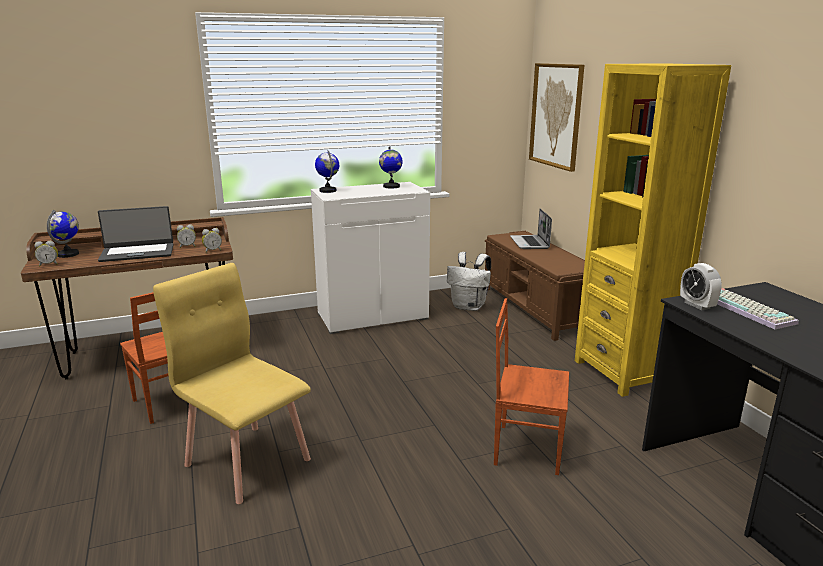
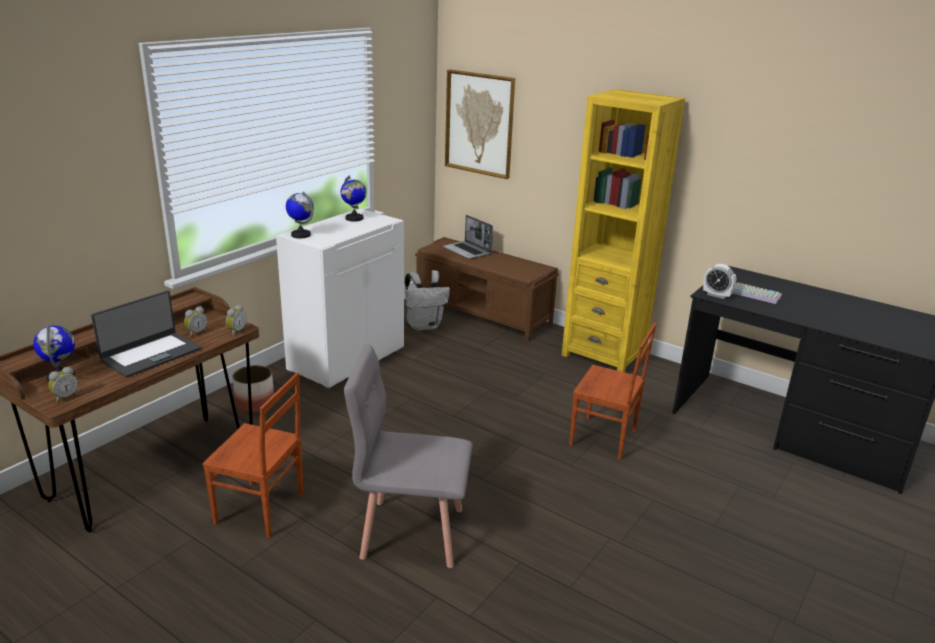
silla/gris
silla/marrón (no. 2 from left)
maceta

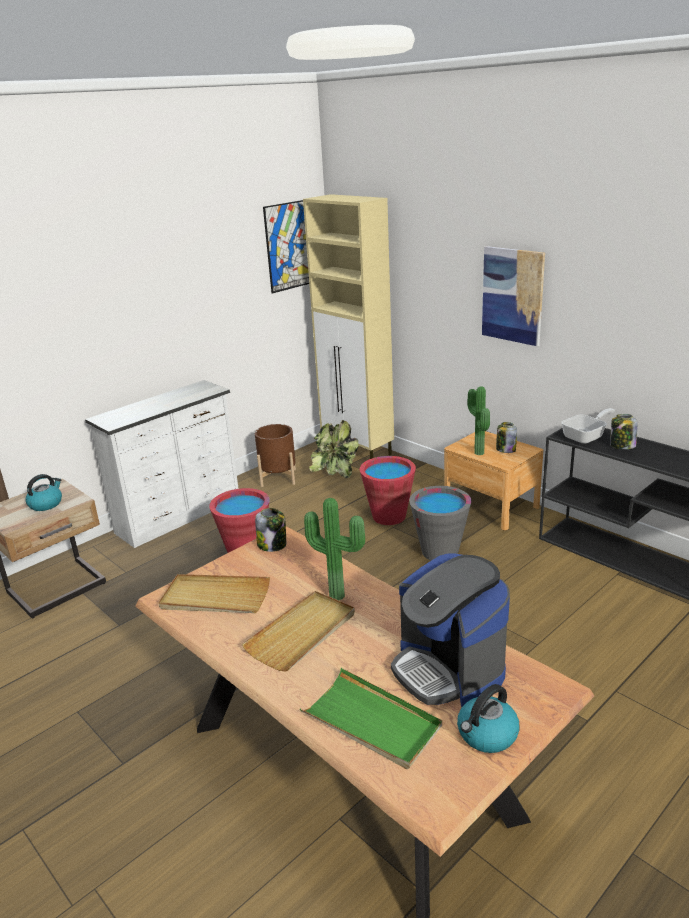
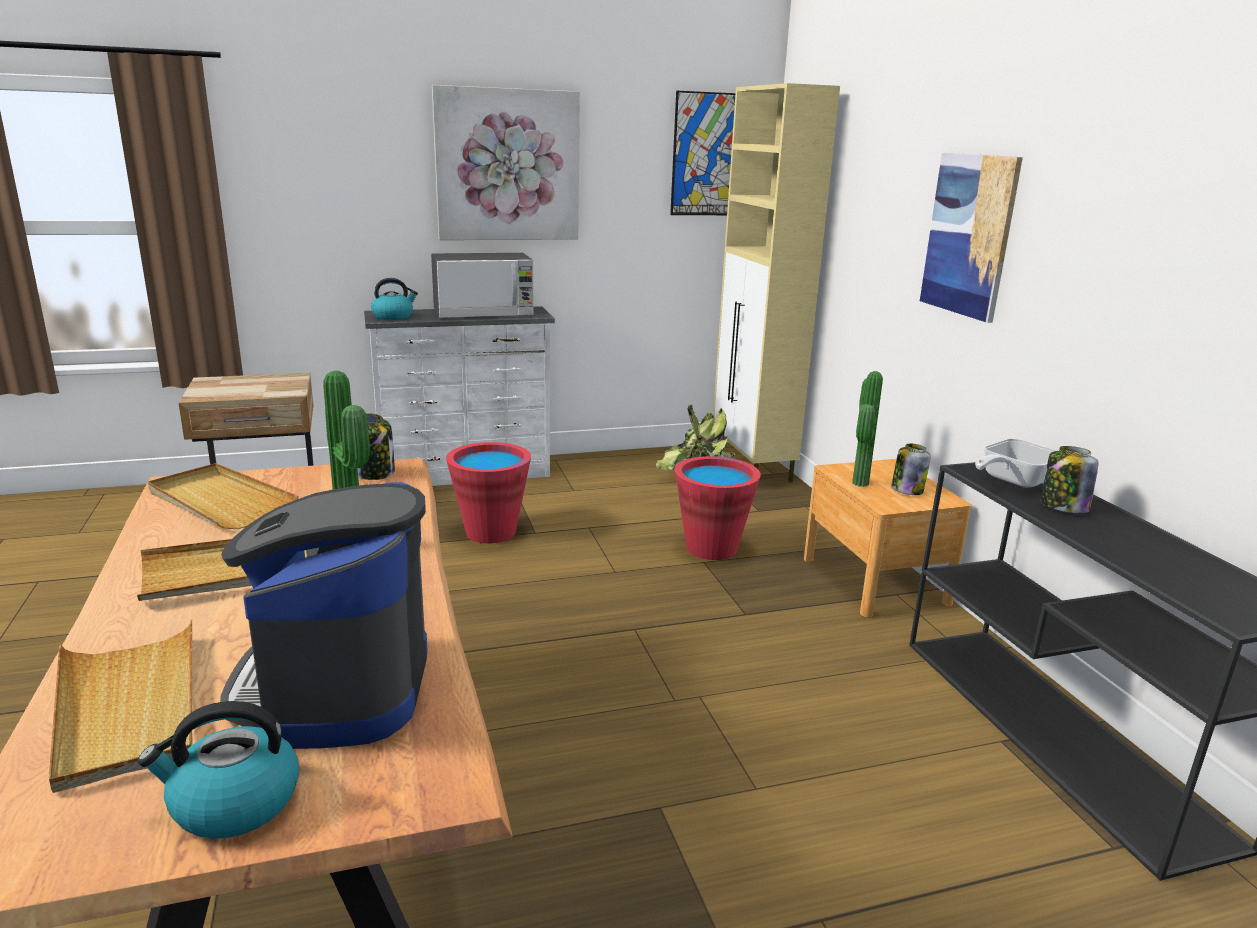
sartén
maceta/marrón
hervidor (no. 2 from left)
cubo/gris
bandeja/beis (no. 1 from left)
cuadro (no. 1 from left)
microondas

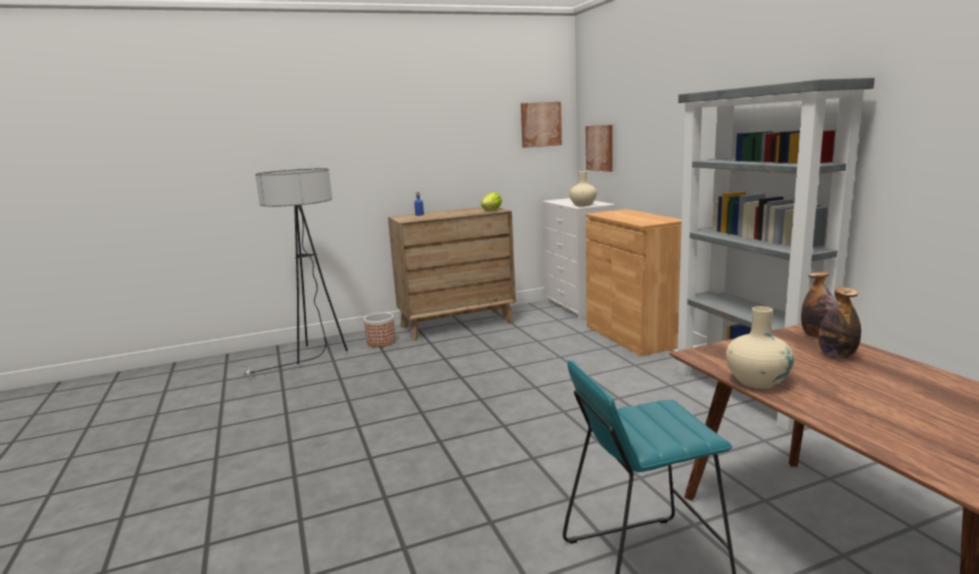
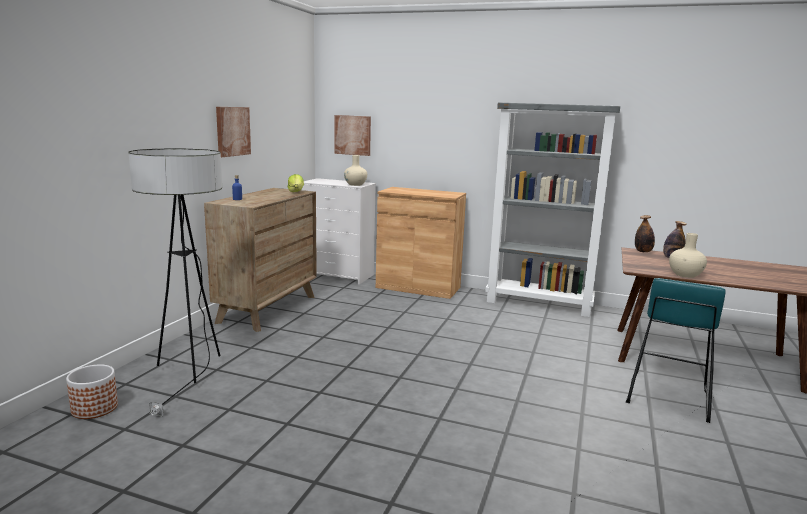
cuadro (no. 1 from left)
maceta

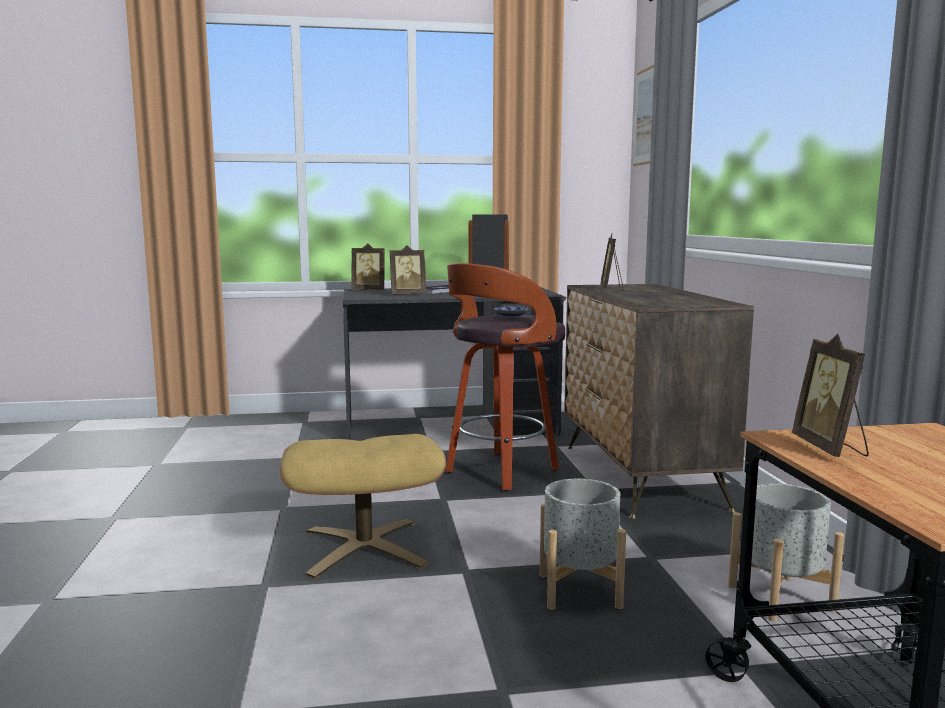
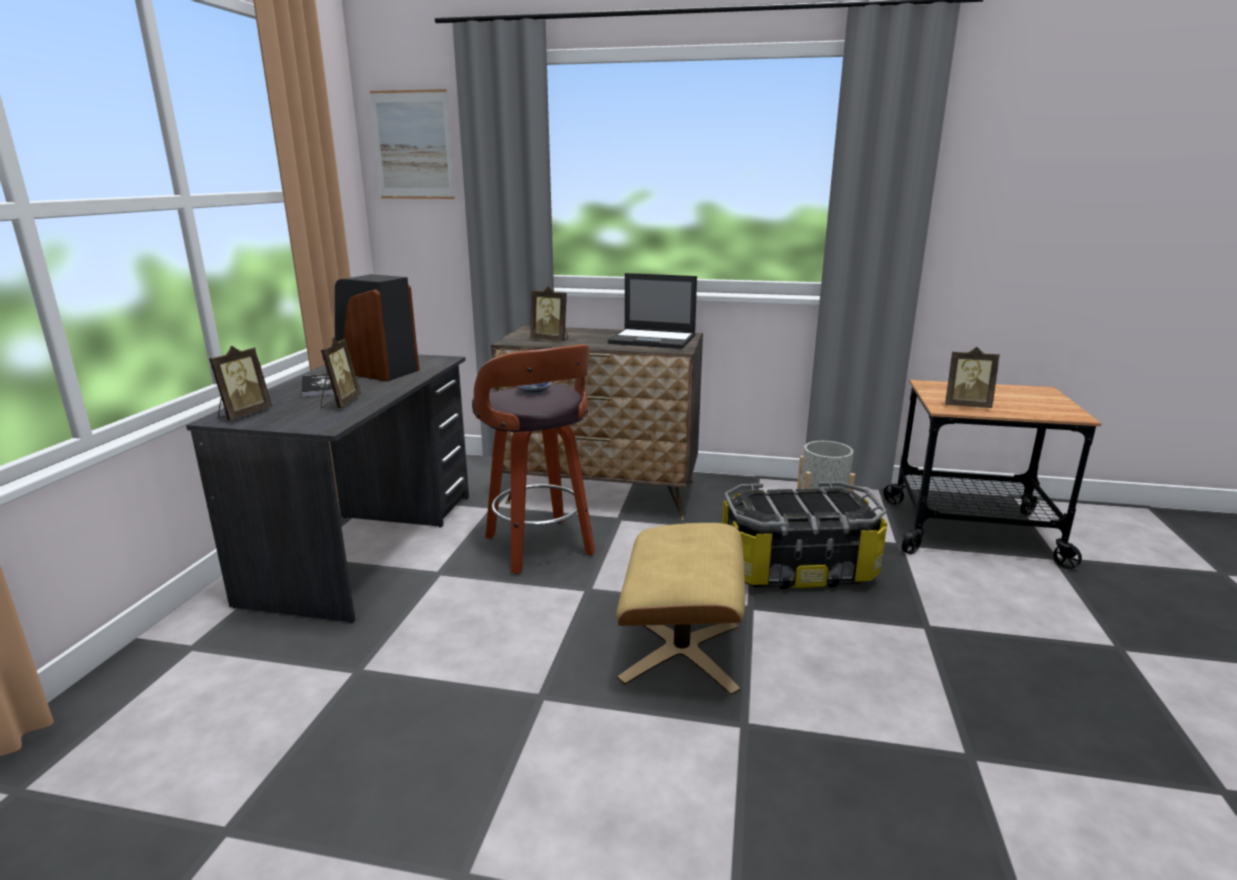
caja de almacenaje
portátil

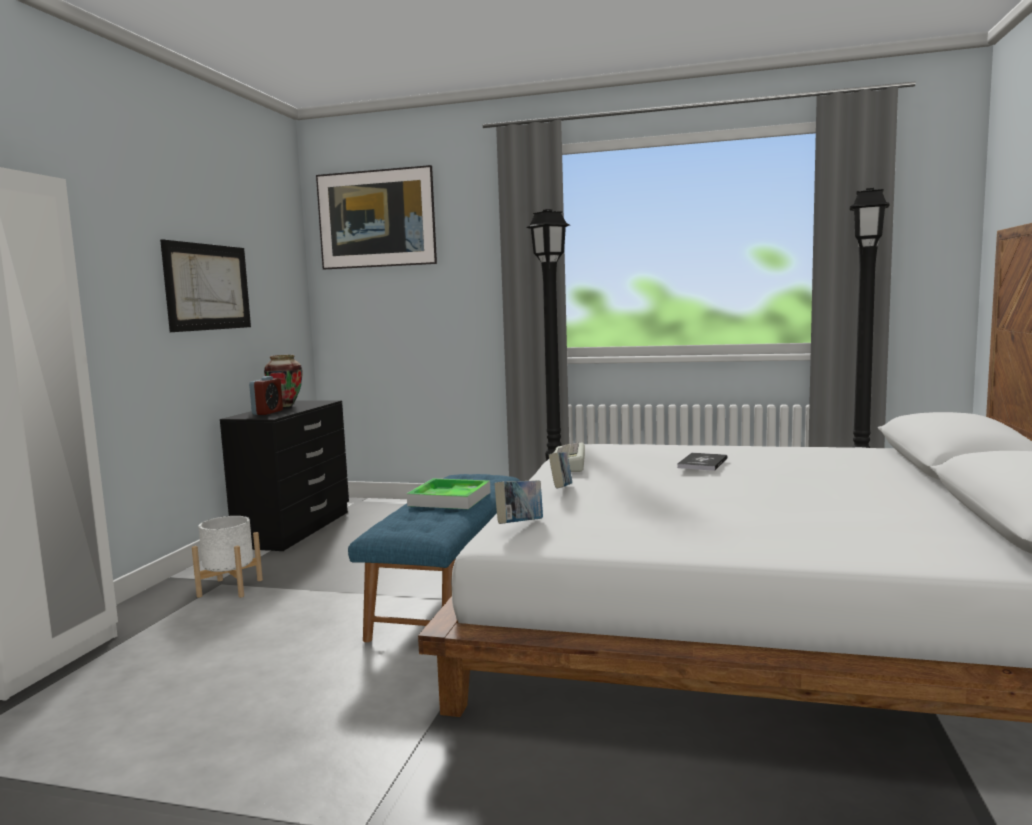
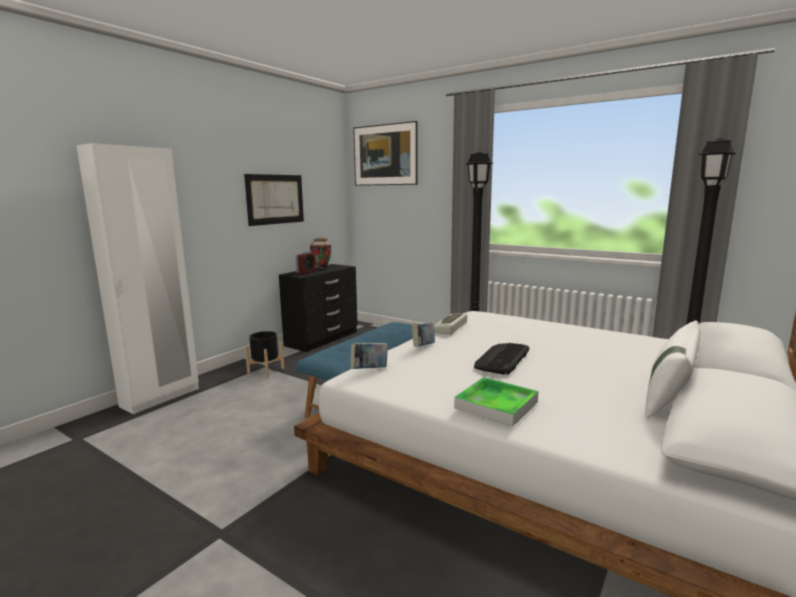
libro (no. 3 from left in the first image)
bandeja
maceta/negro
cojín/blanco
teclado (no. 2 from left)

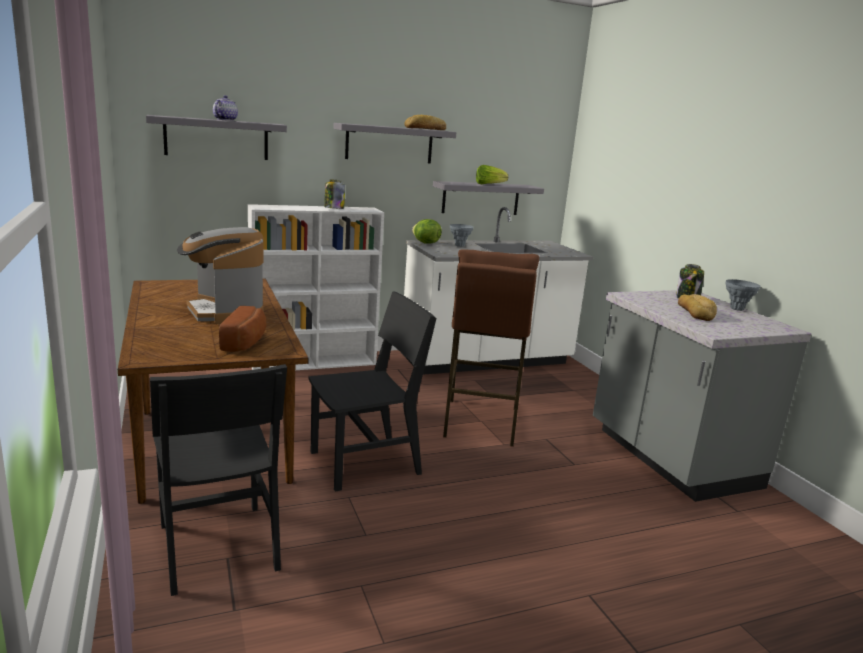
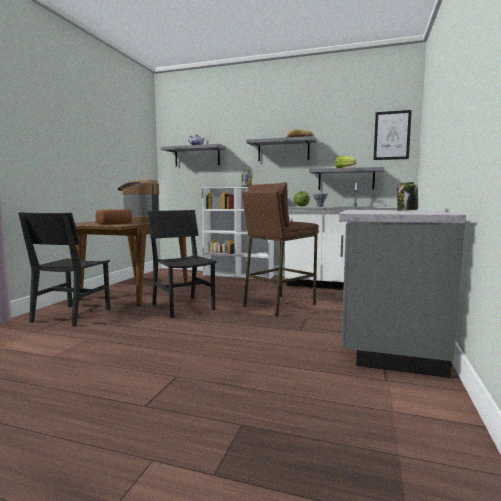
florero/gris (no. 2 from left in the first image)
silla/negro (no. 2 from left)
pan (no. 3 from left in the first image)
cuadro

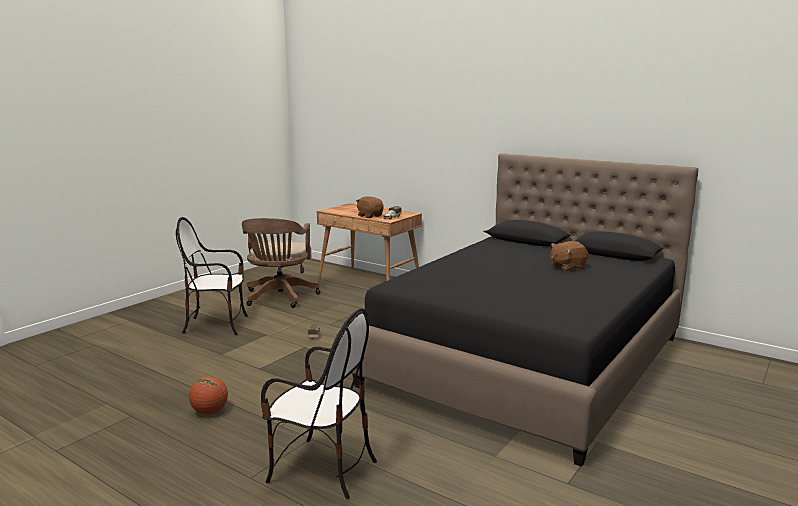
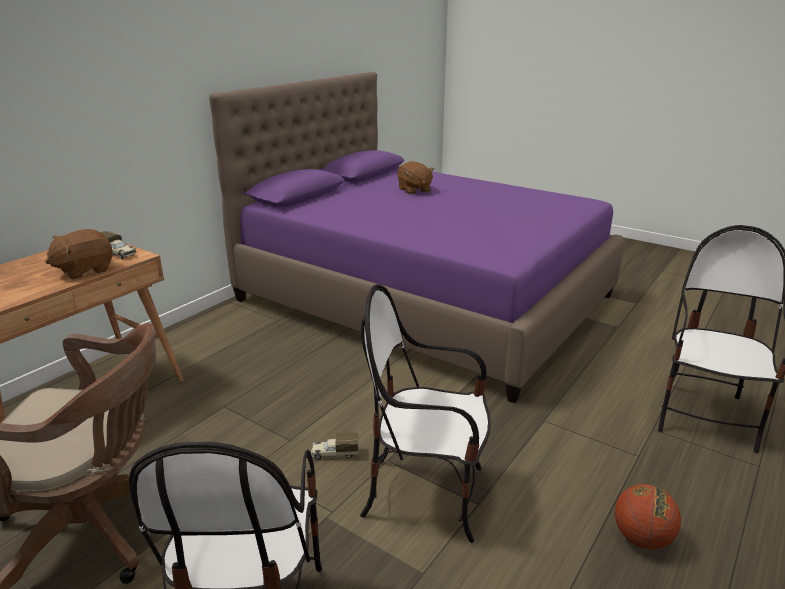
cama/morado
silla (no. 2 from left)

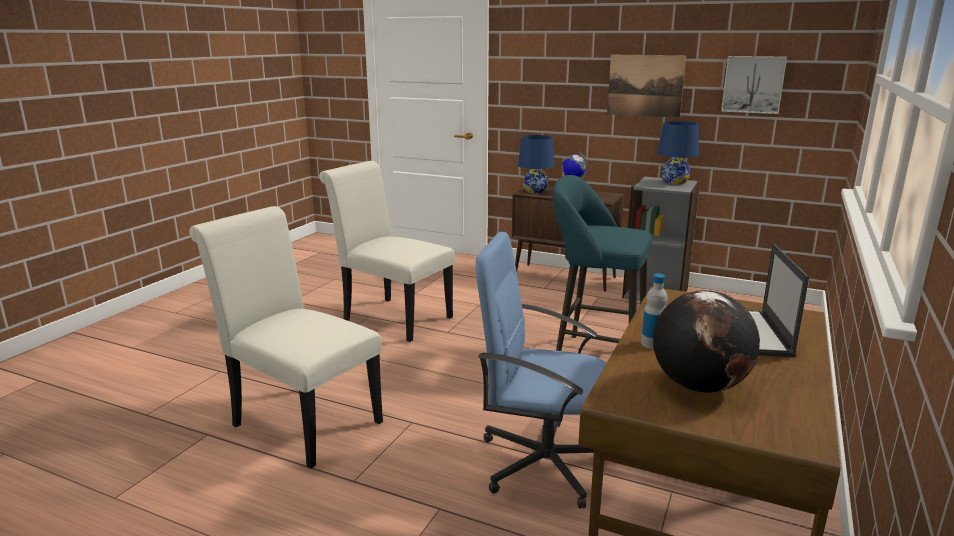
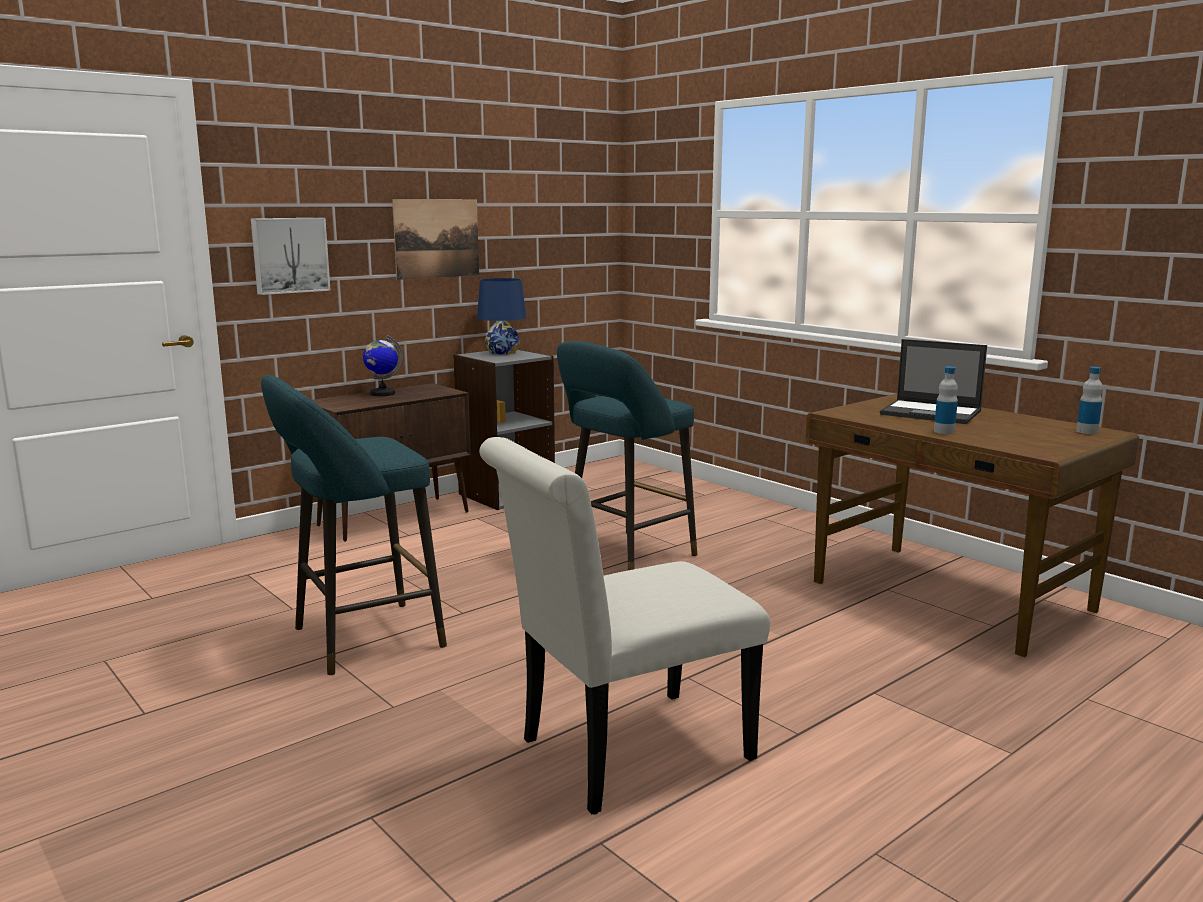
cuadro (no. 1 from left)
lámpara de mesa/azul (no. 1 from left in the first image)
taburete/turquesa (no. 1 from left)
silla de oficina/azul
globo terráqueo (no. 2 from left in the first image)
botella (no. 2 from left)

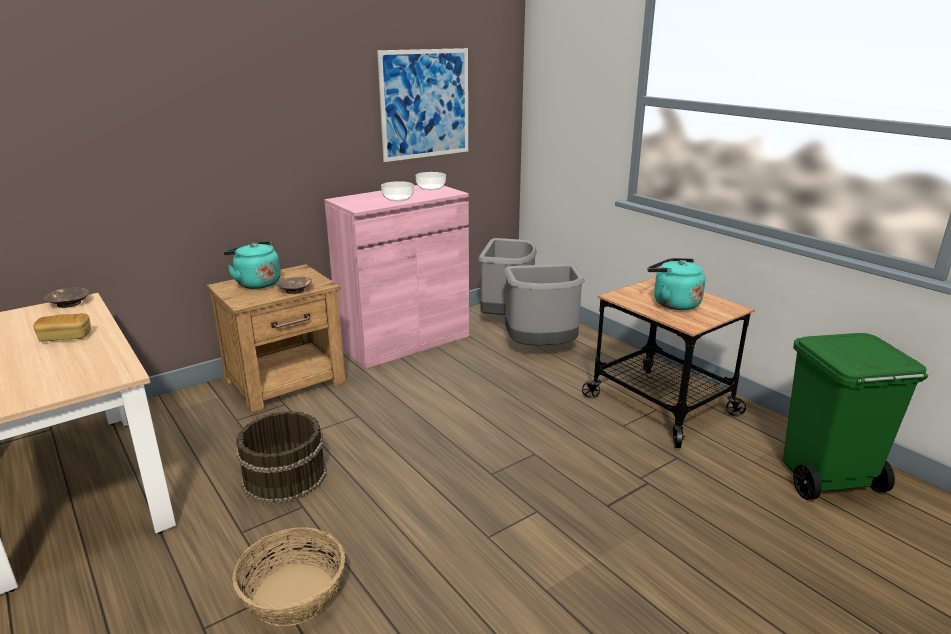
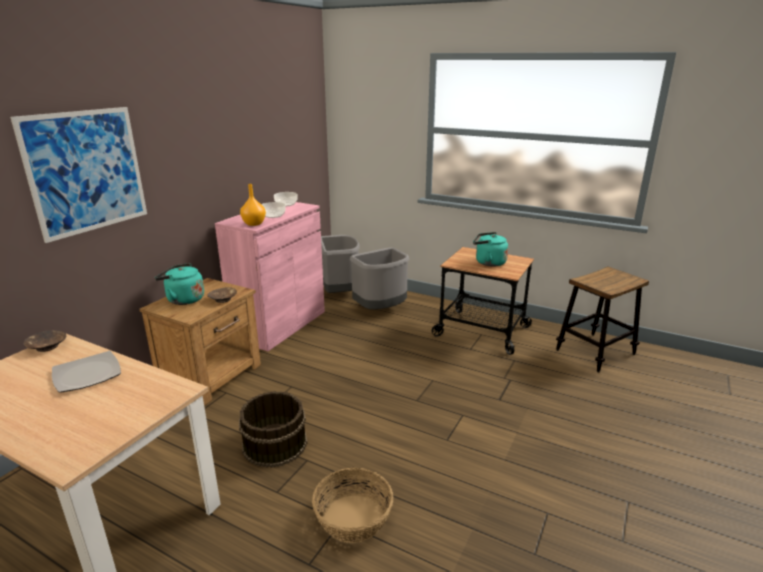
cuadro
plato
taburete
florero/naranja

